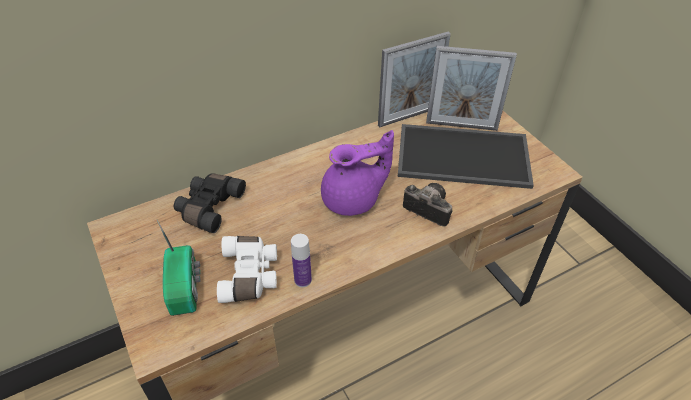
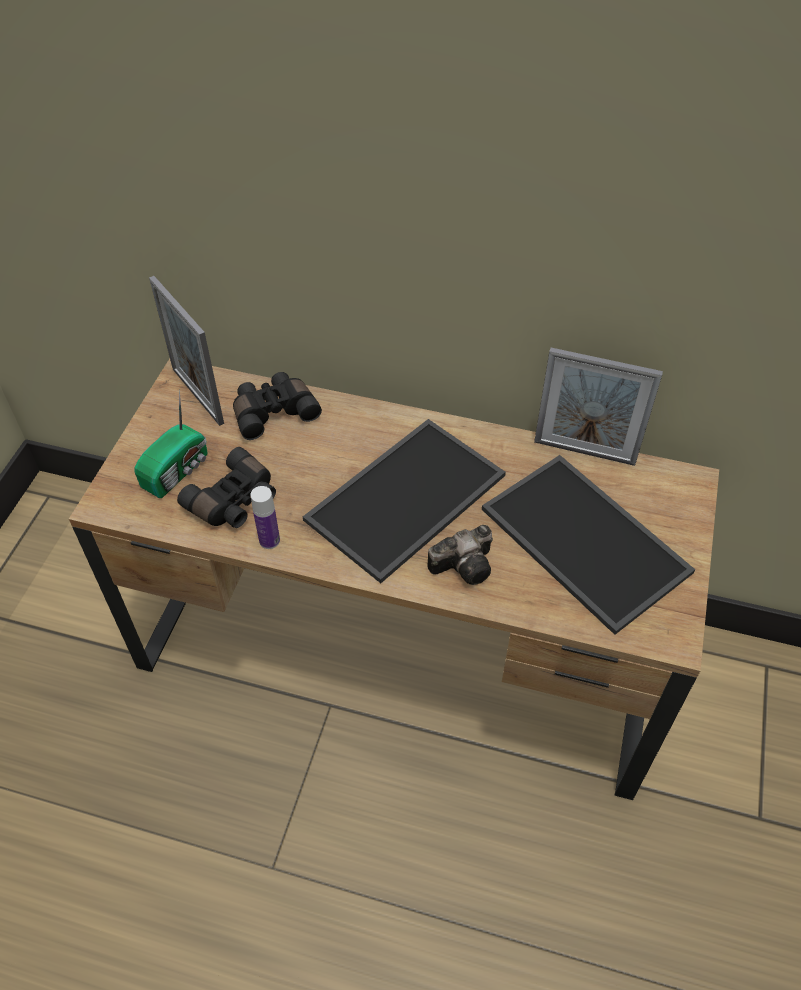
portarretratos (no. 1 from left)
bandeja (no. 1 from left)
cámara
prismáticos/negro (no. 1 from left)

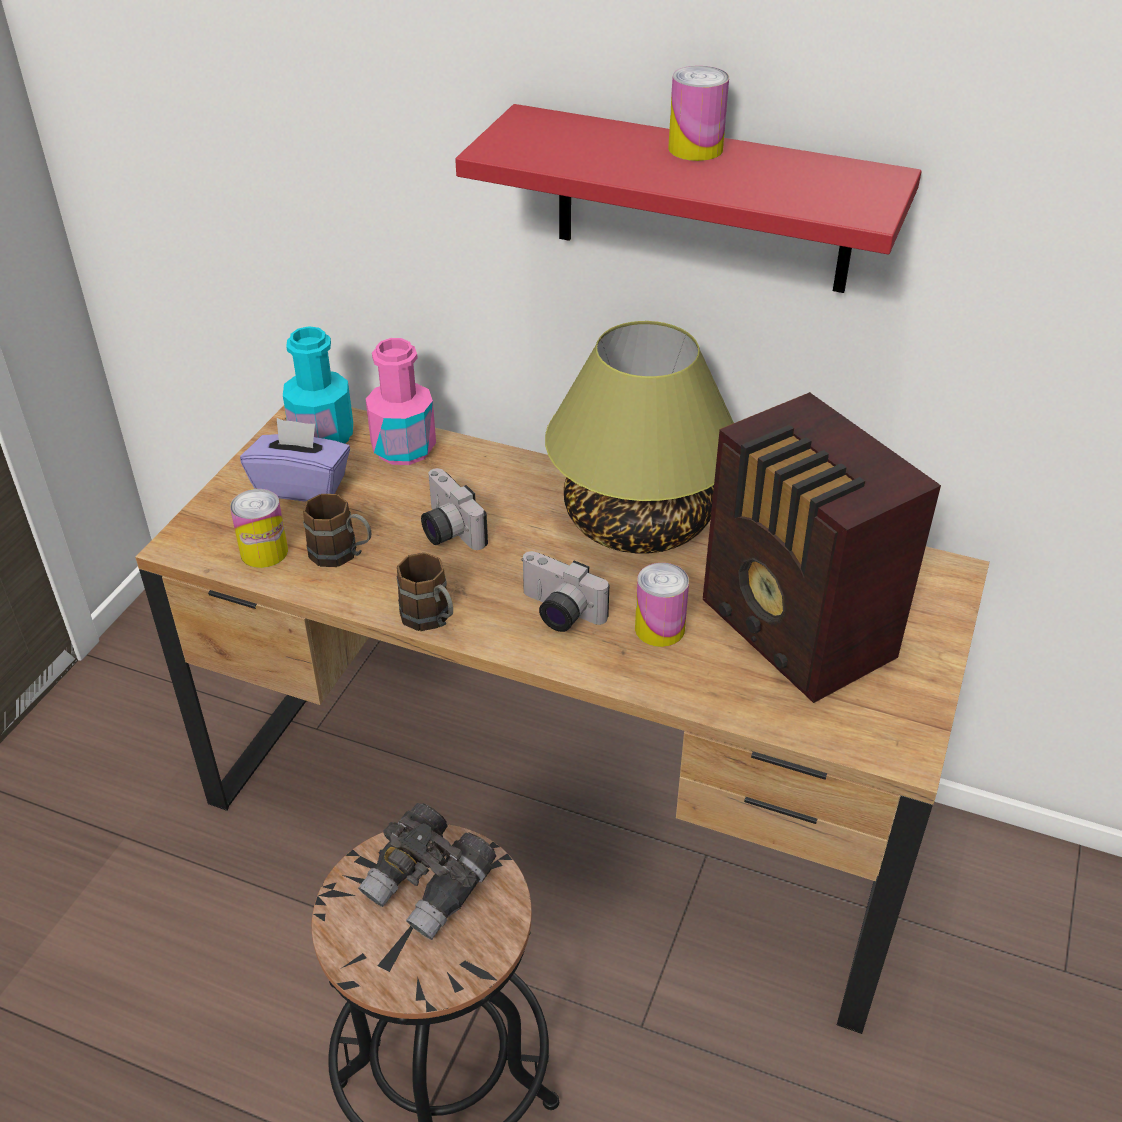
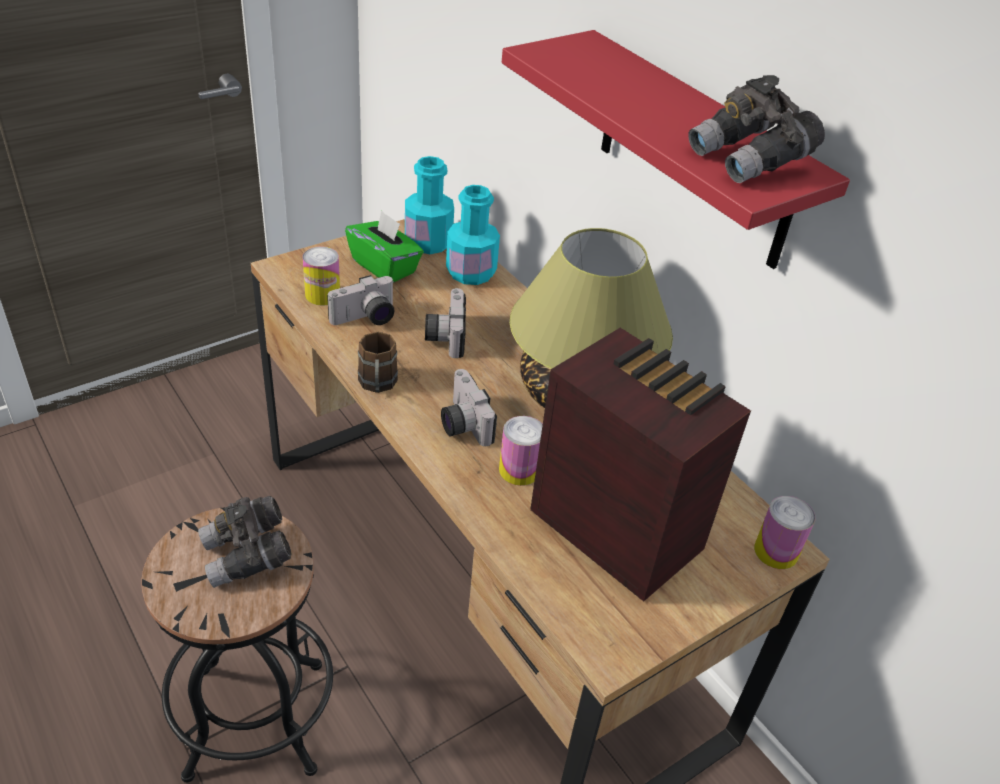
lata (no. 3 from left)
botella/turquesa (no. 2 from left)
radio
caja de pañuelos/verde
cámara (no. 1 from left)
prismáticos/gris (no. 2 from left)

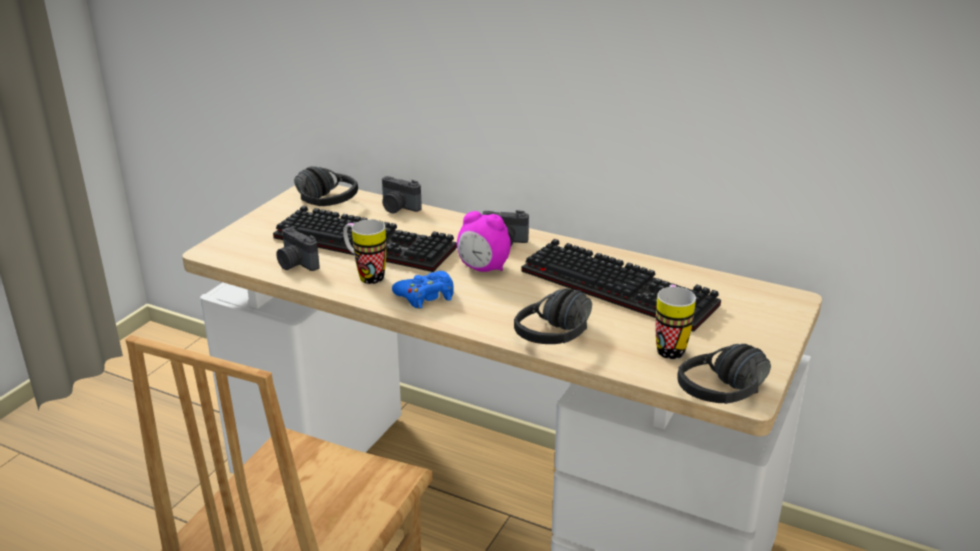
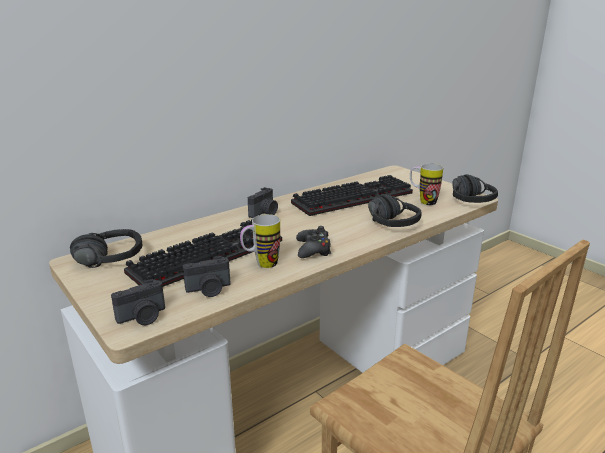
cámara (no. 1 from left)
despertador
mando de consola/negro

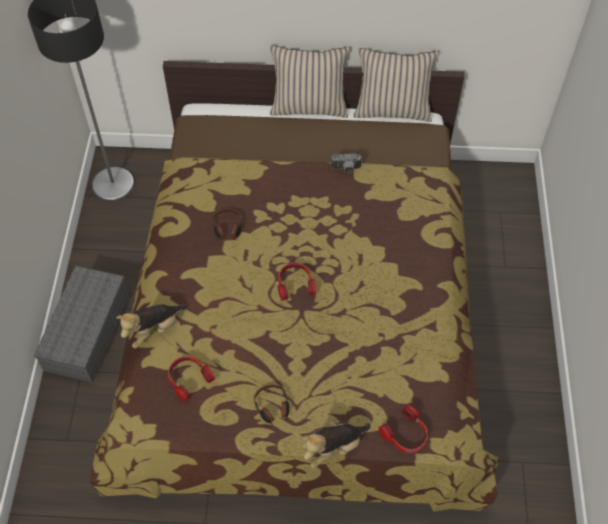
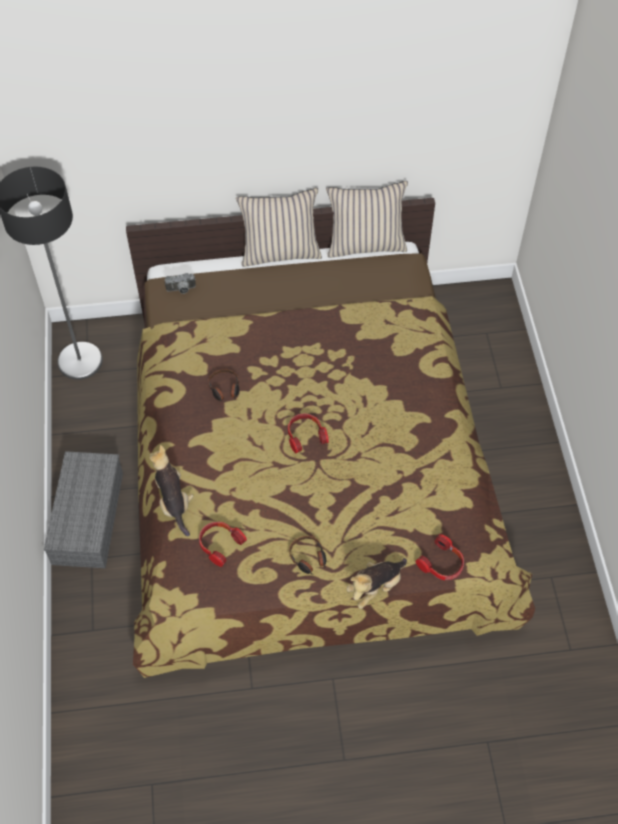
cámara
peluche (no. 1 from left)

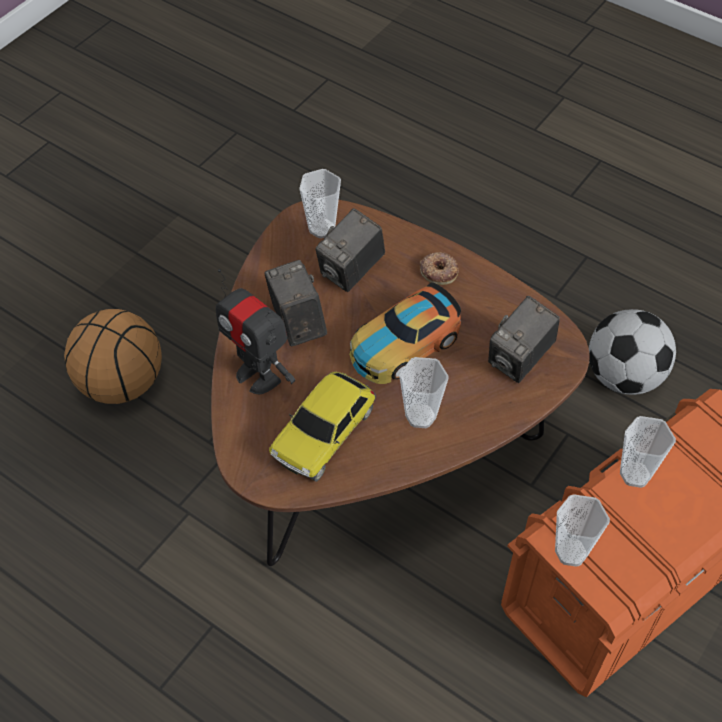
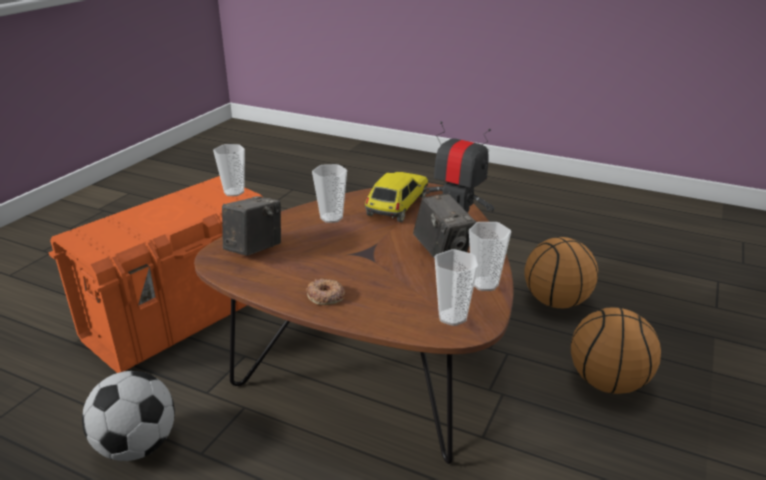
cámara (no. 2 from left in the first image)
coche de juguete (no. 2 from left in the first image)
taza (no. 4 from left)
balón de baloncesto (no. 1 from left)

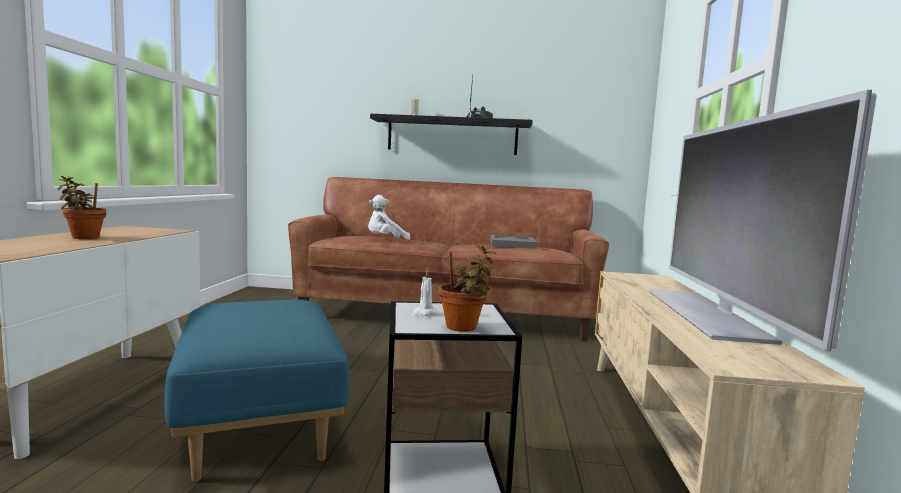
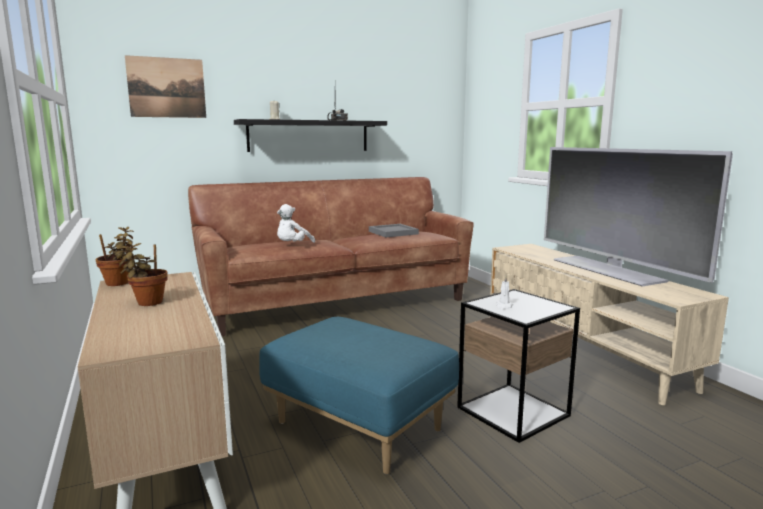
planta en maceta (no. 1 from left)
cuadro

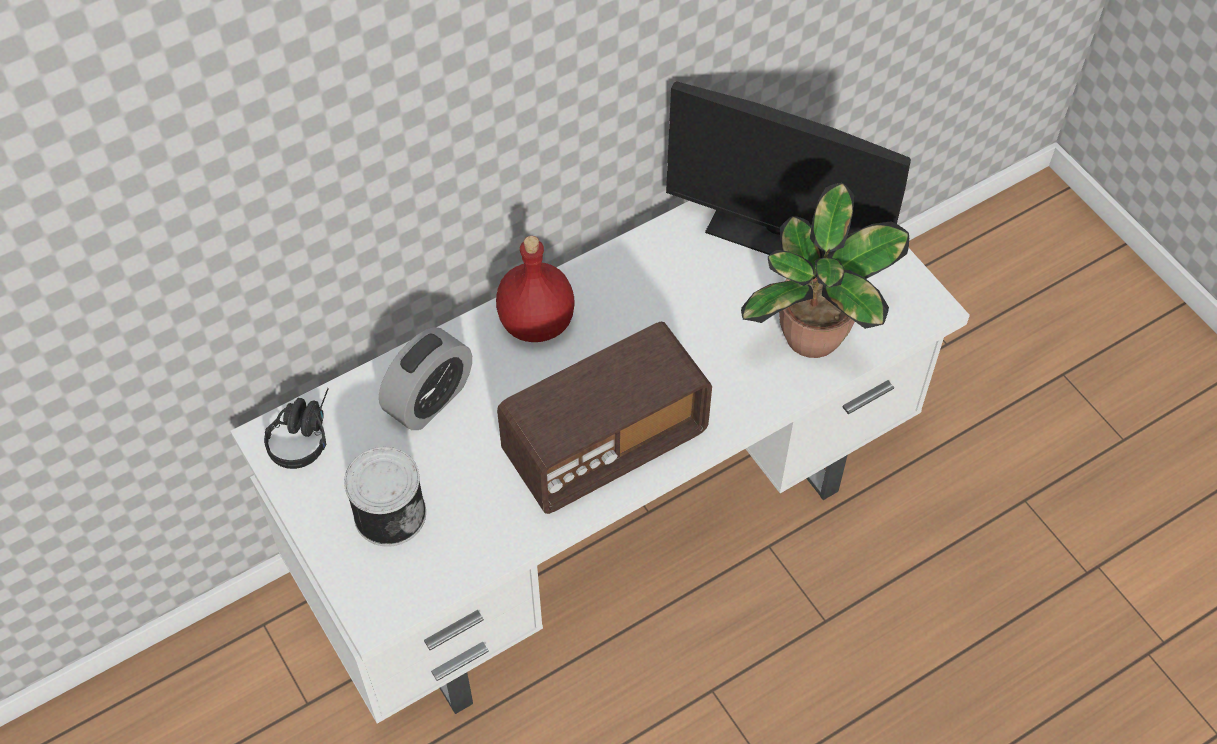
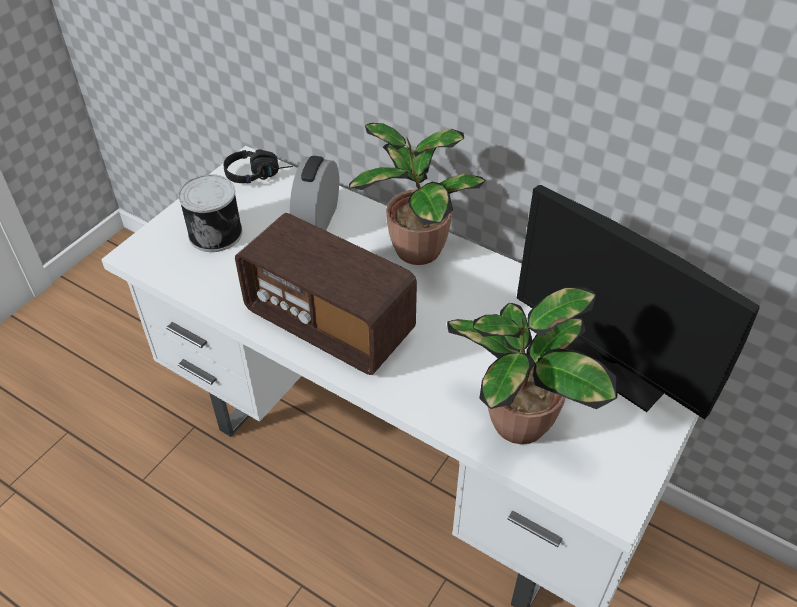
monitor
planta en maceta (no. 1 from left)
despertador

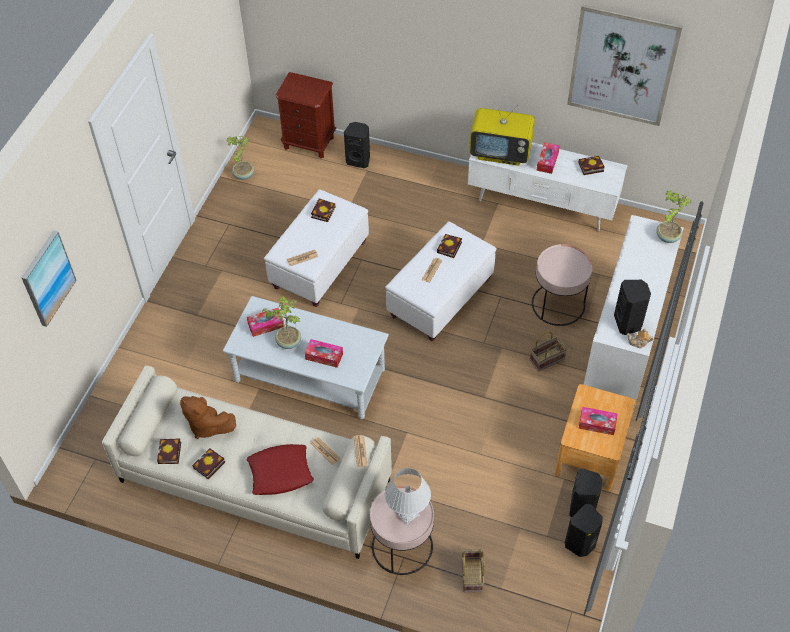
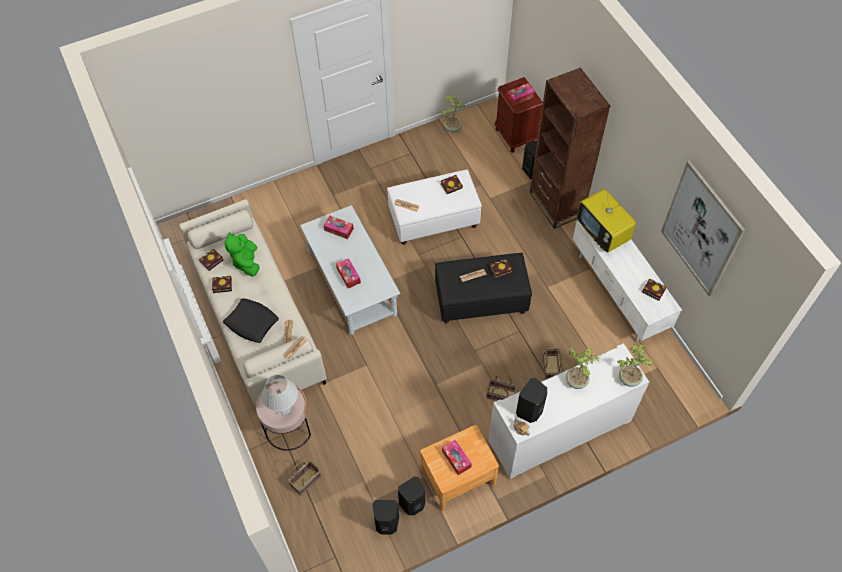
caja de pañuelos (no. 4 from left)
puf/negro
cuadro (no. 1 from left in the first image)
cesta (no. 3 from left)
planta en maceta (no. 2 from left)
peluche/verde
cojín/negro
estantería/marrón

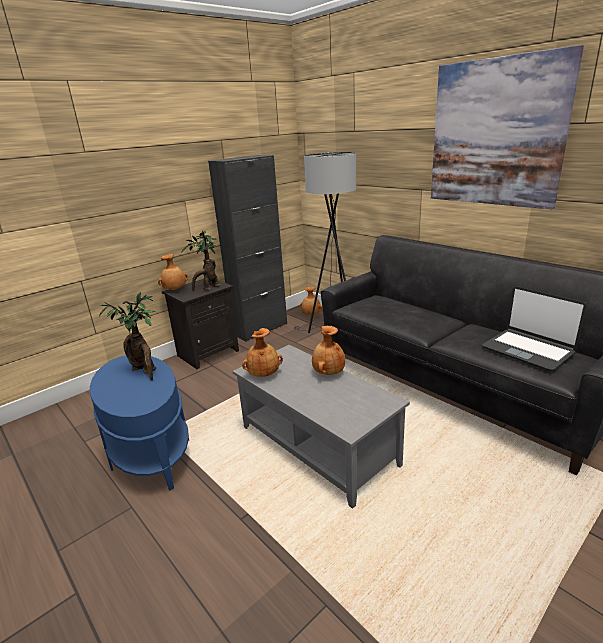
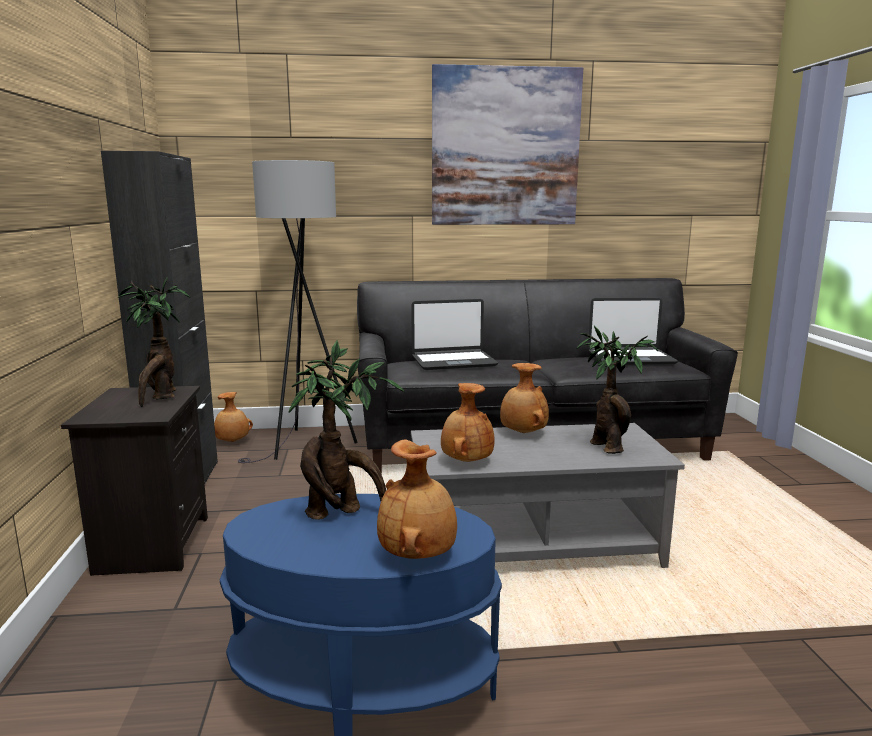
florero/marrón (no. 2 from left)
portátil (no. 1 from left)
planta en maceta (no. 3 from left)

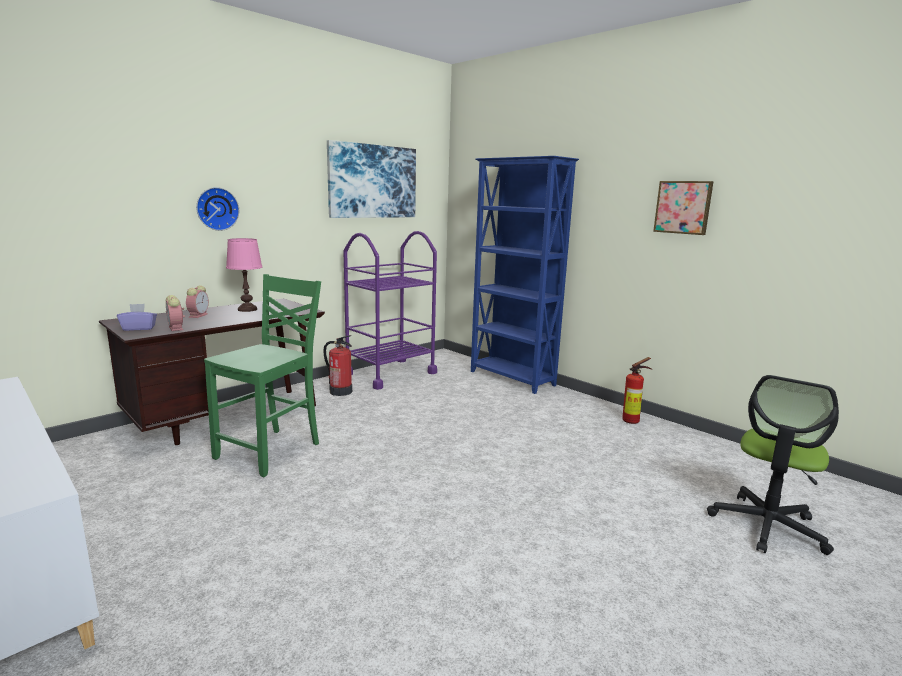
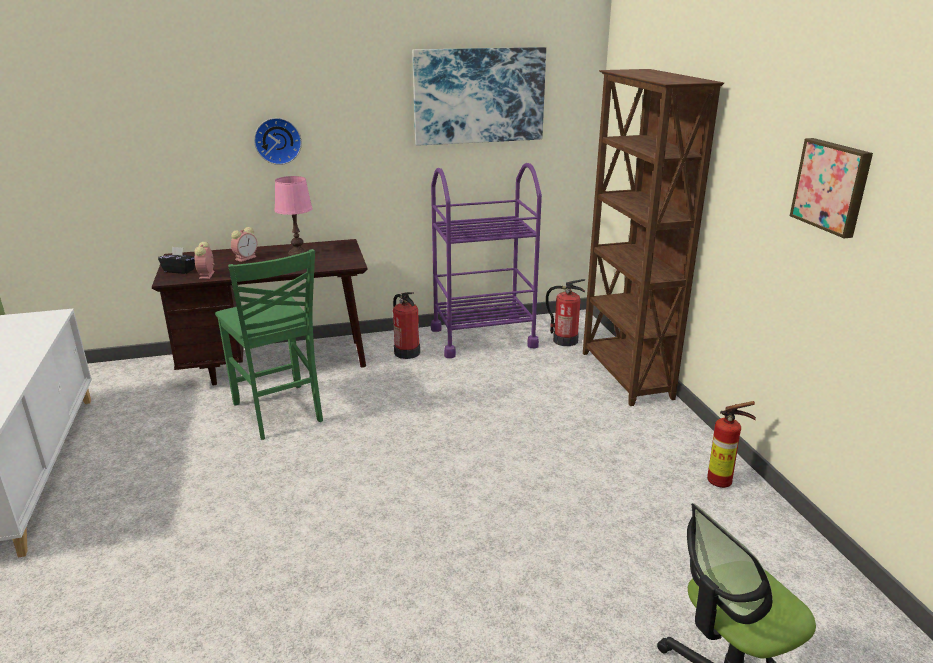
estantería/marrón
silla/verde
caja de pañuelos/negro
extintor (no. 2 from left)

